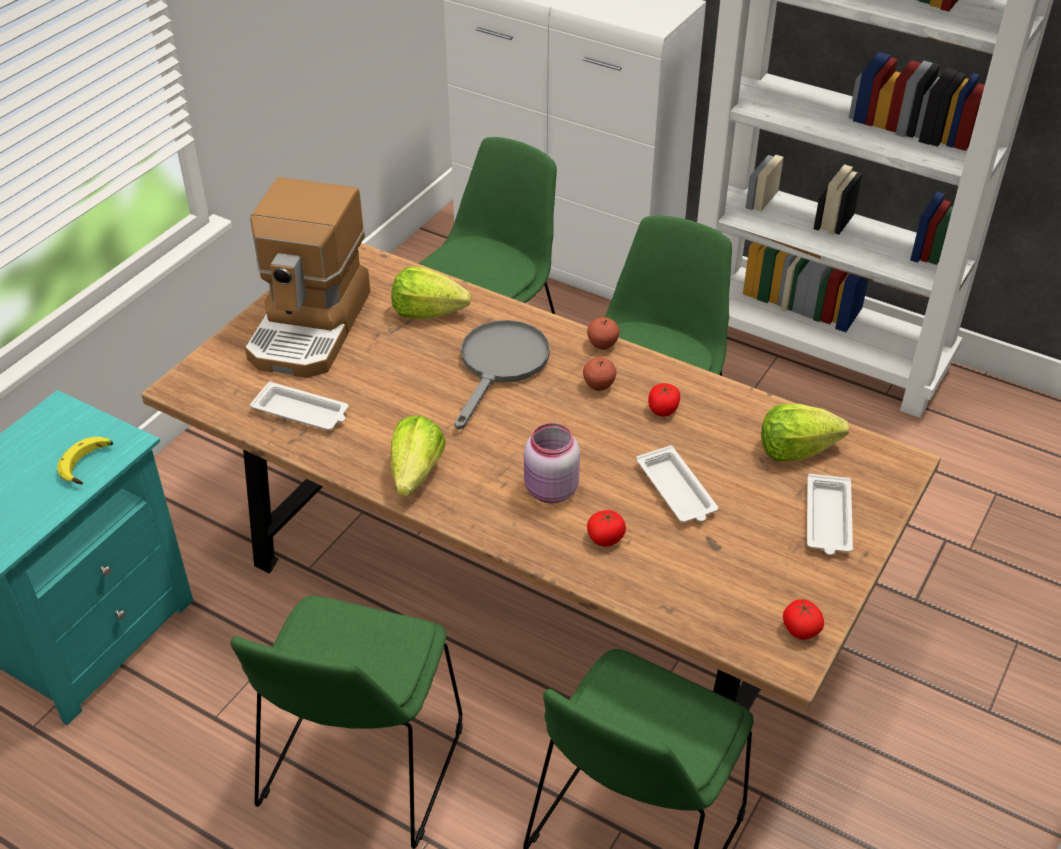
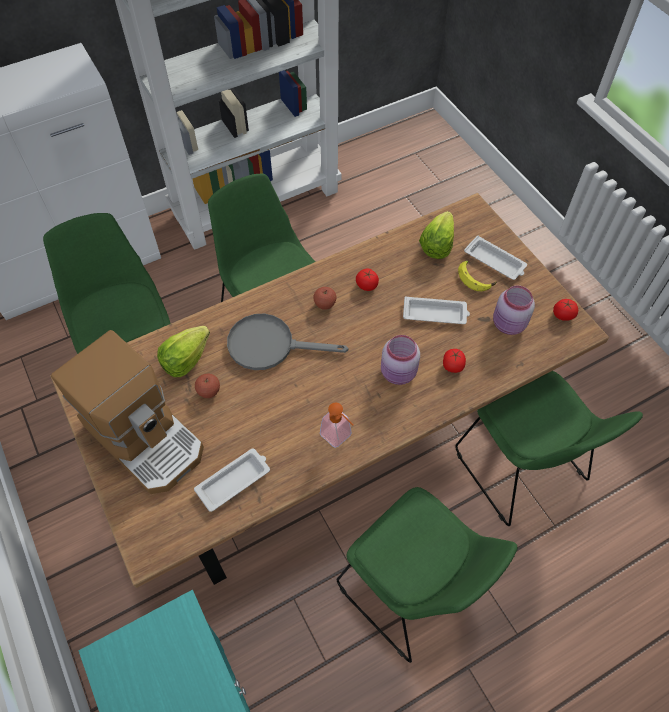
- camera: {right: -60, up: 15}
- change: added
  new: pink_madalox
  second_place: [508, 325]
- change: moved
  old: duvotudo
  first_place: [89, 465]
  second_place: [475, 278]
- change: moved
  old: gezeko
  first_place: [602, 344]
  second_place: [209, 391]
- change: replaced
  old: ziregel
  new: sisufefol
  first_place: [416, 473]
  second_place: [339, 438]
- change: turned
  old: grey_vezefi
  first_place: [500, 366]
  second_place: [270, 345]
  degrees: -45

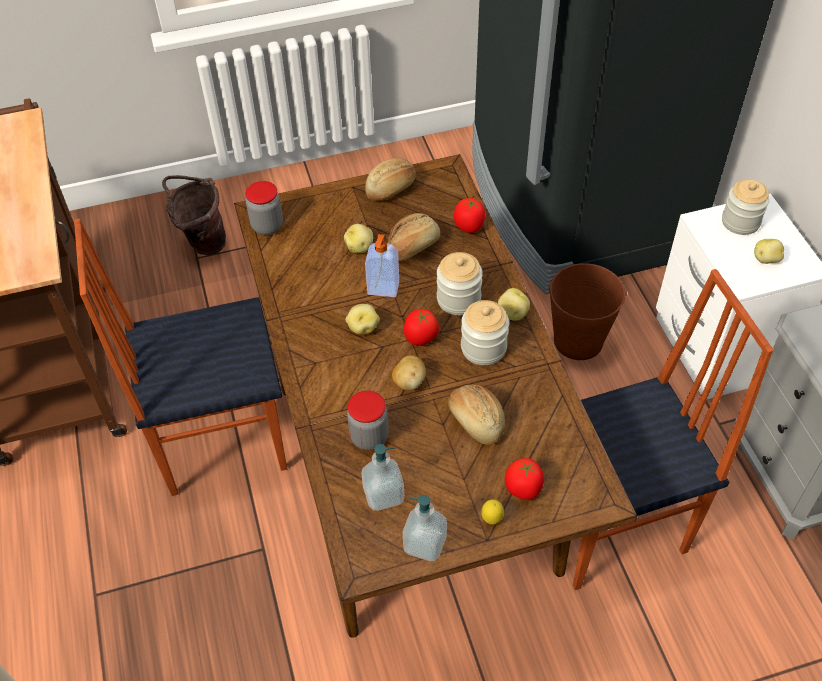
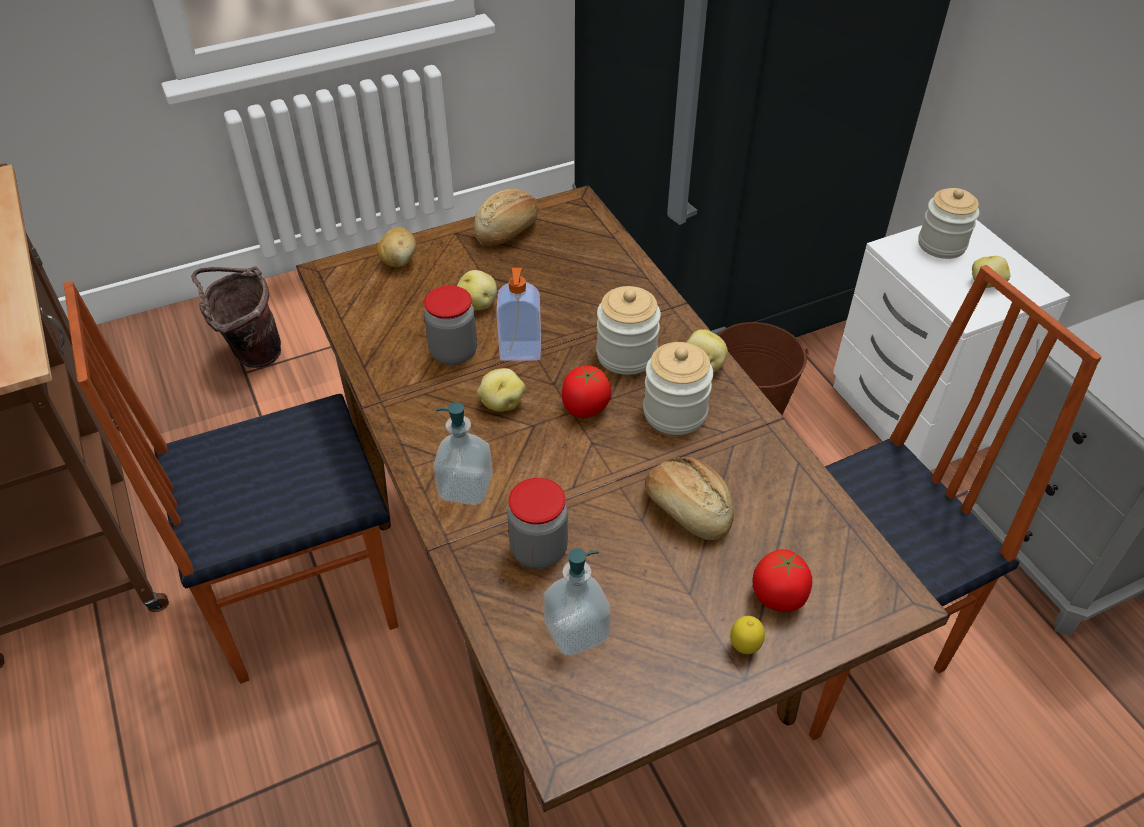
- camera: {right: -10, up: -5}
- change: removed
  old: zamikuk
  first_place: [413, 246]
- change: removed
  old: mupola
  first_place: [469, 226]
- change: moved
  old: madalox
  first_place: [267, 226]
  second_place: [453, 353]
- change: moved
  old: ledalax
  first_place: [409, 381]
  second_place: [398, 261]
- change: moved
  old: sisufefol
  first_place: [425, 544]
  second_place: [465, 487]

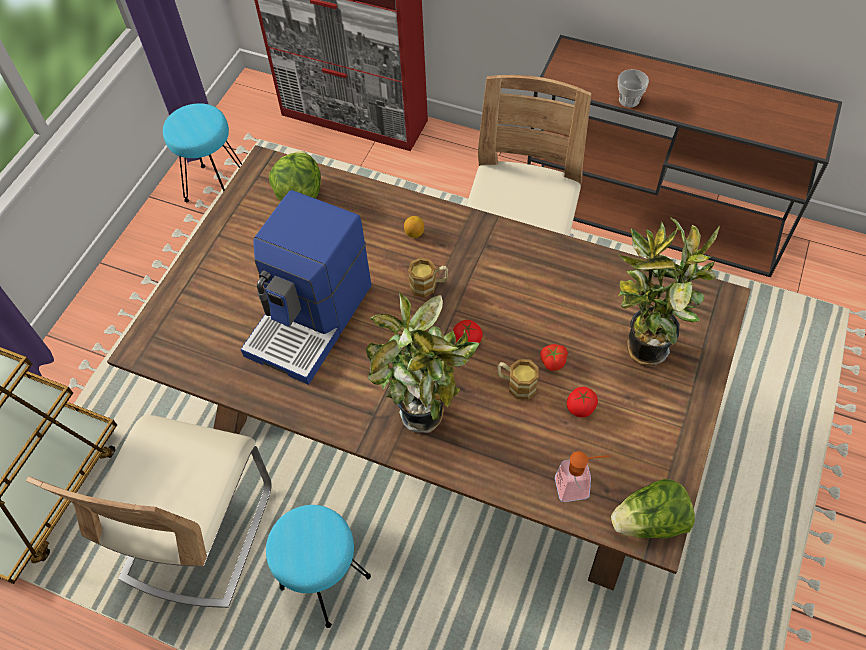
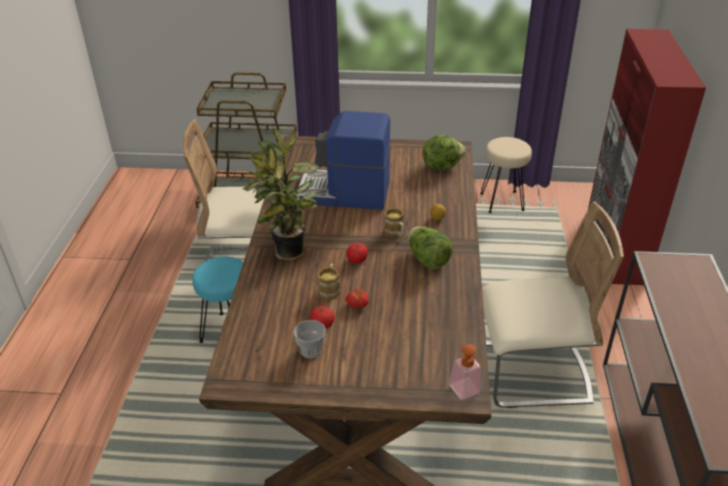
- camera: {right: 70, up: -20}
- change: removed
  old: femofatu
  first_place: [641, 349]
- change: moved
  old: sisufefol
  first_place: [578, 486]
  second_place: [467, 392]
- change: moved
  old: ziregel
  first_place: [649, 522]
  second_place: [427, 259]
- change: moved
  old: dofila
  first_place: [629, 100]
  second_place: [311, 350]
- change: recoloured
  old: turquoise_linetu
  new: beige_linetu
  first_place: [215, 186]
  second_place: [502, 201]

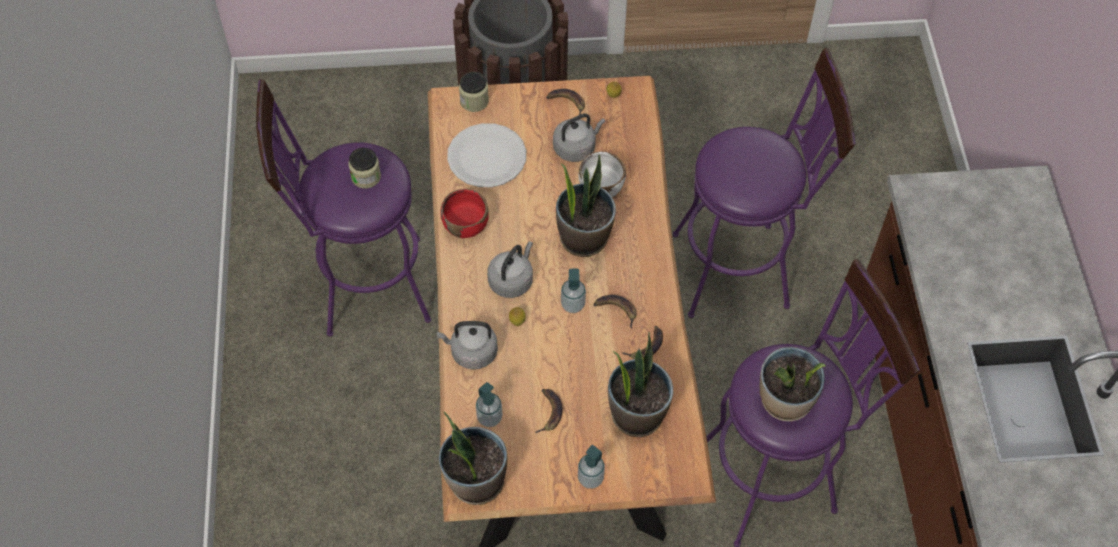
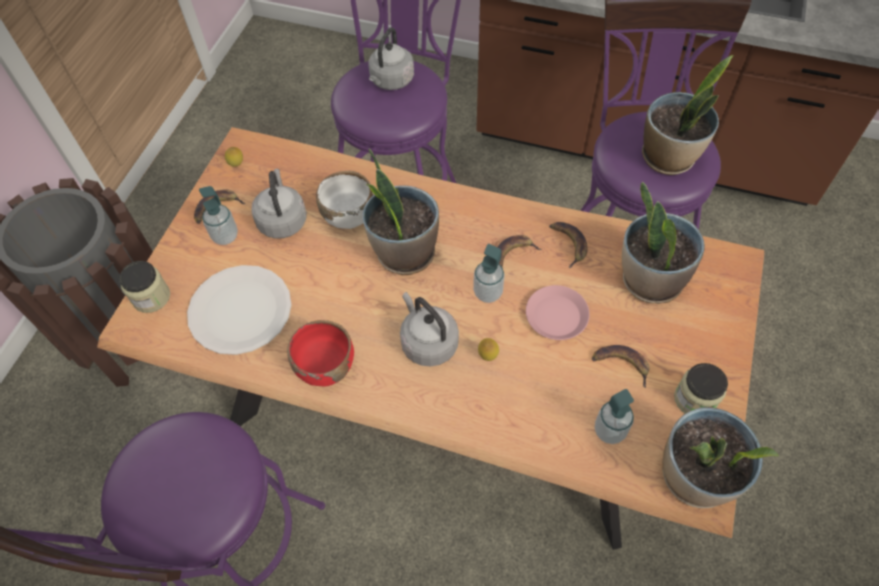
- camera: {right: -65, up: 0}
- change: added
  new: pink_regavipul
  second_place: [556, 316]
- change: moved
  old: madalox
  first_place: [366, 177]
  second_place: [695, 399]
- change: moved
  old: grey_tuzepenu
  first_place: [471, 352]
  second_place: [391, 81]
- change: moved
  old: sisufefol
  first_place: [590, 478]
  second_place: [225, 236]

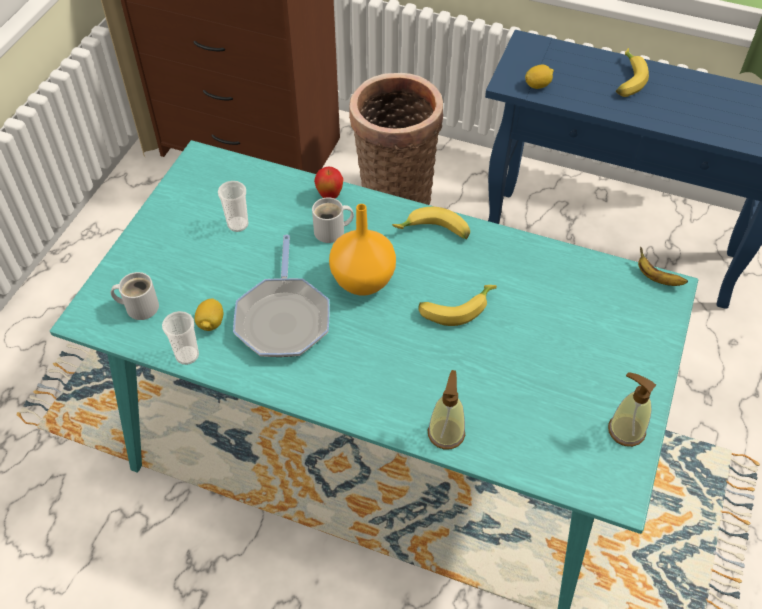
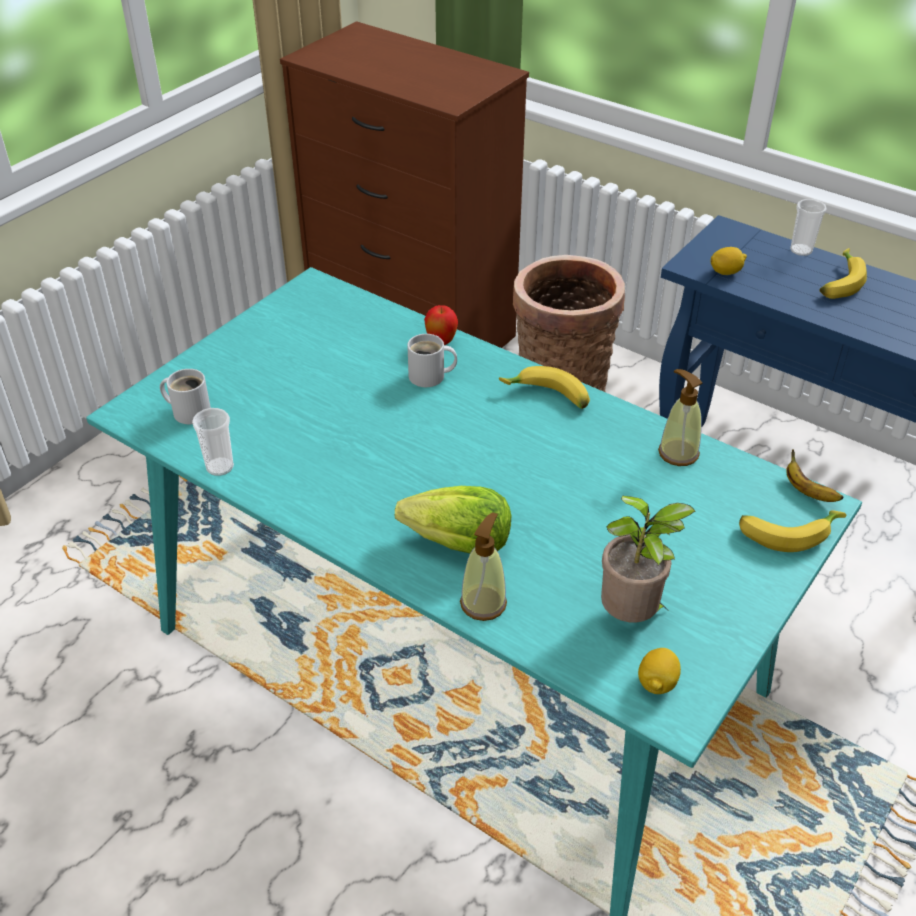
- camera: {right: 15, up: -10}
- change: removed
  old: vezefi
  first_place: [283, 318]
- change: removed
  old: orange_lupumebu
  first_place: [363, 280]
- change: added
  new: ziregel
  second_place: [459, 544]
- change: added
  new: femofatu
  second_place: [632, 616]
- change: moved
  old: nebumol
  first_place: [211, 323]
  second_place: [657, 683]
- change: moved
  old: dofila
  first_place: [238, 224]
  second_place: [801, 250]
- change: moved
  old: duvotudo
  first_place: [455, 308]
  second_place: [787, 532]
- change: moved
  old: sisufefol
  first_place: [626, 430]
  second_place: [678, 453]

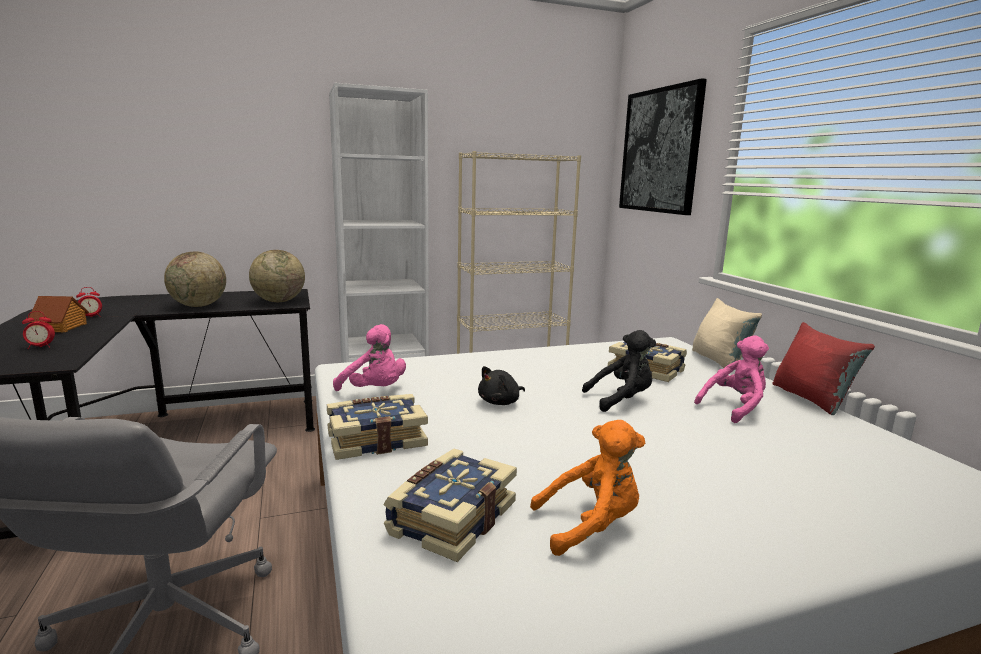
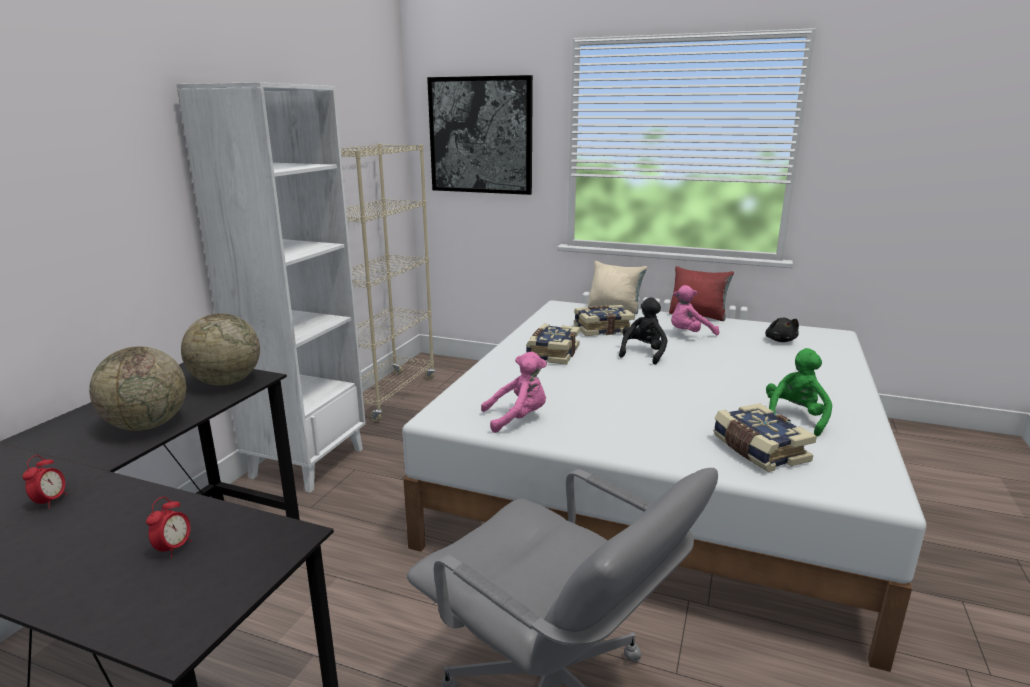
- camera: {right: -50, up: 5}
- change: removed
  old: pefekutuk
  first_place: [61, 327]
- change: moved
  old: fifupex
  first_place: [376, 439]
  second_place: [552, 353]
- change: moved
  old: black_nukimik
  first_place: [501, 402]
  second_place: [780, 340]
- change: recoloured
  old: orange_nukimik
  new: green_nukimik
  first_place: [591, 526]
  second_place: [795, 418]
- change: turned
  old: pink_nukimik
  first_place: [735, 408]
  second_place: [689, 334]
  degrees: -120

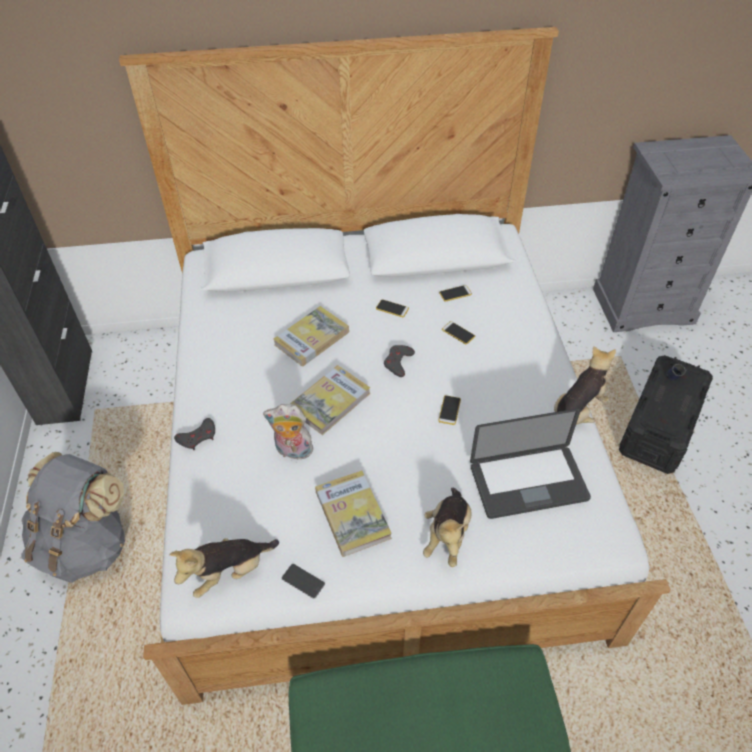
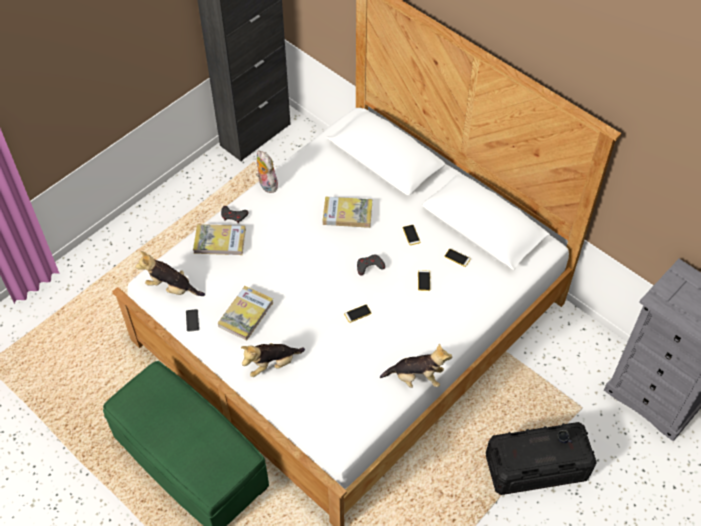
- camera: {right: 50, up: 5}
- change: removed
  old: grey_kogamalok
  first_place: [86, 544]
- change: removed
  old: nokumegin
  first_place: [528, 483]
- change: moved
  old: nukimik
  first_place: [292, 451]
  second_place: [266, 185]
- change: moved
  old: fifupex
  first_place: [330, 402]
  second_place: [220, 241]

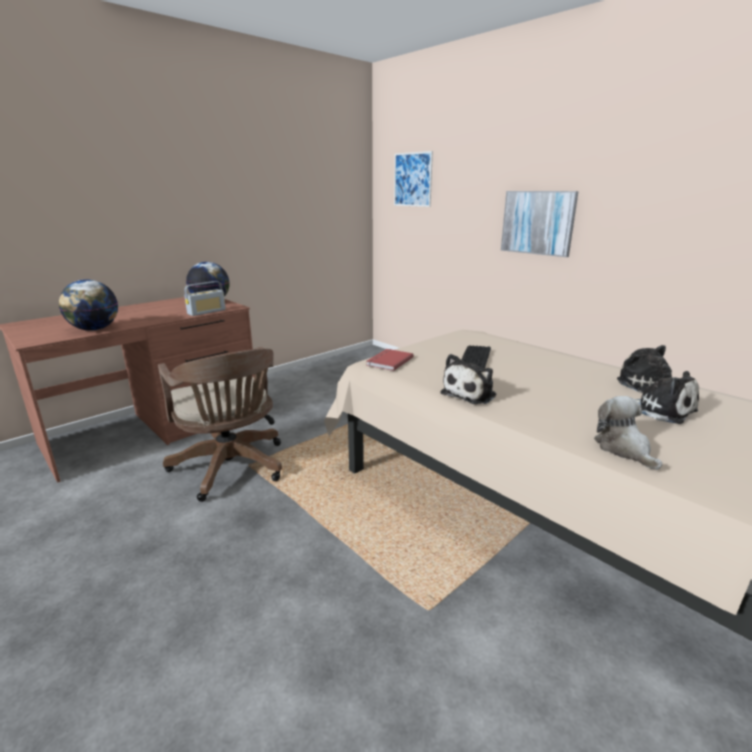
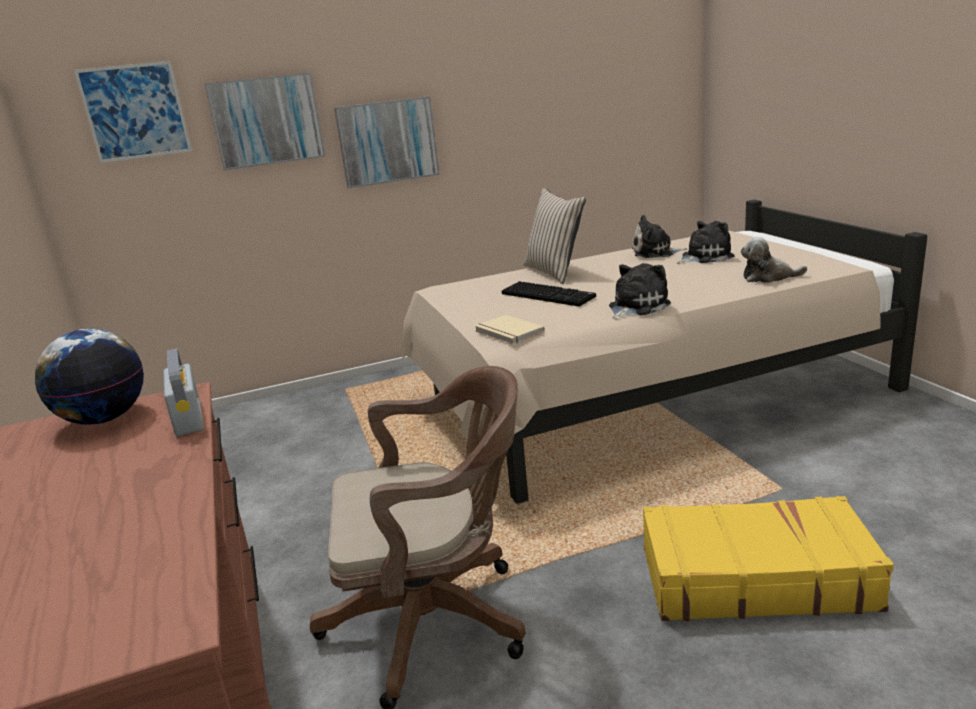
- camera: {right: -65, up: 0}
- change: removed
  old: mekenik
  first_place: [94, 329]
- change: added
  new: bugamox
  second_place: [266, 121]
- change: added
  new: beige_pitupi
  second_place: [555, 272]
- change: added
  new: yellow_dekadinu
  second_place: [754, 577]
- change: recoloured
  old: red_fifupex
  new: beige_fifupex
  first_place: [388, 361]
  second_place: [508, 332]
- change: turned
  old: nukimik
  first_place: [471, 394]
  second_place: [636, 307]
  degrees: -105

